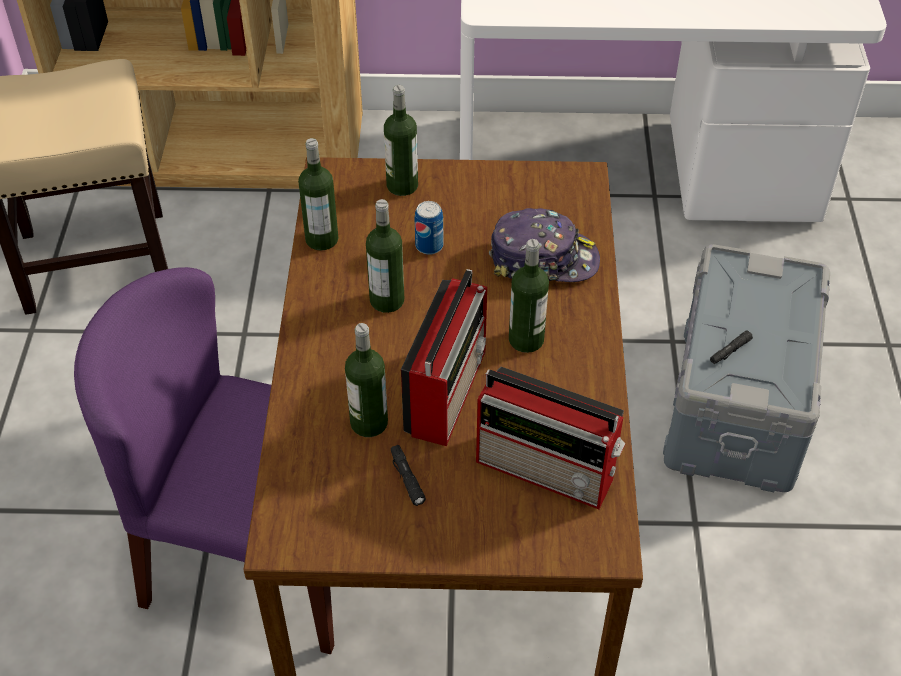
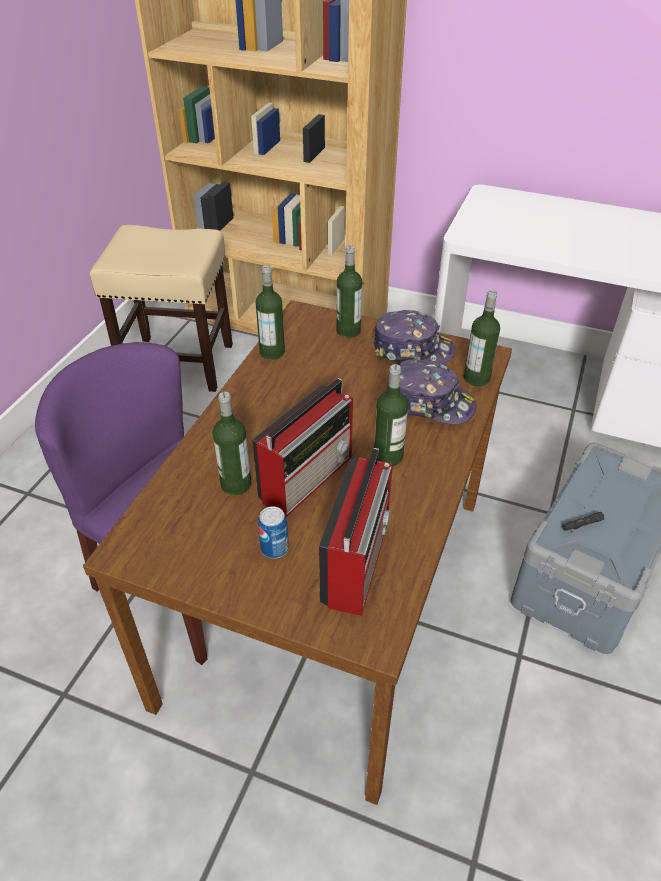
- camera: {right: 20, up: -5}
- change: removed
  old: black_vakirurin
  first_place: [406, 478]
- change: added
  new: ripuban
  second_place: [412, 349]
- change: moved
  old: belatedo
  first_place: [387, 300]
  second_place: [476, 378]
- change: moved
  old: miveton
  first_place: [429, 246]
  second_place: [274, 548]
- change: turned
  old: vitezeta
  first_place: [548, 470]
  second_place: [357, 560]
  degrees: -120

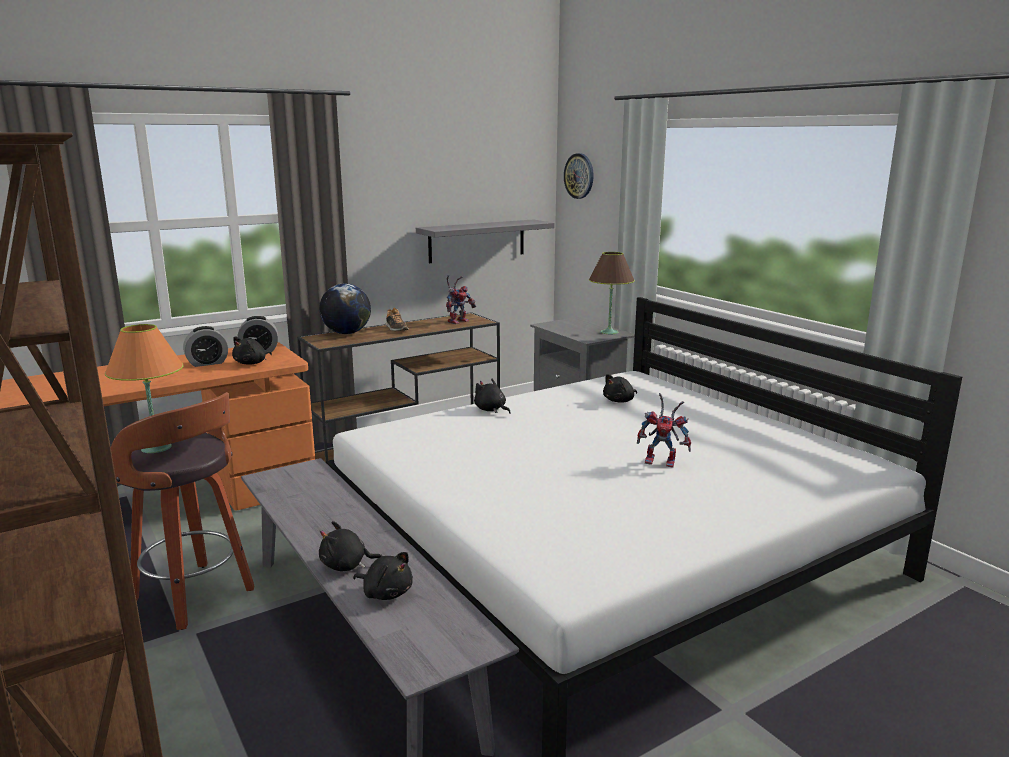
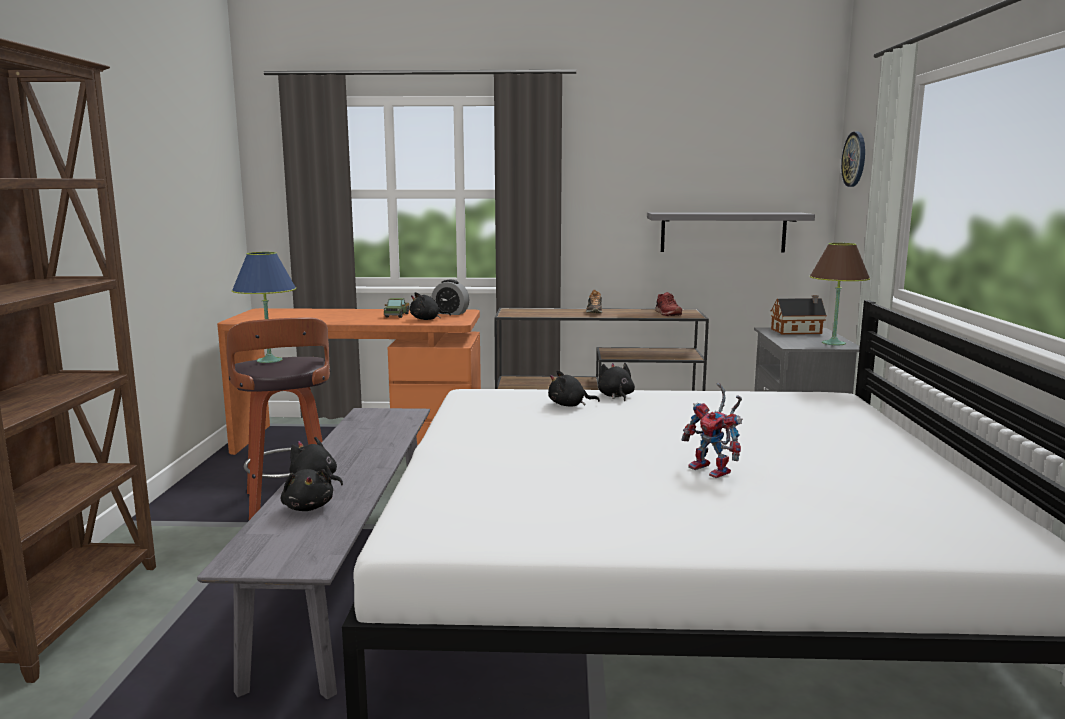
- camera: {right: 35, up: -5}
- change: removed
  old: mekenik
  first_place: [346, 333]
- change: added
  new: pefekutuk
  second_place: [798, 331]
- change: moved
  old: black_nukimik
  first_place: [620, 401]
  second_place: [569, 405]
- change: replaced
  old: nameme
  new: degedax
  first_place: [207, 363]
  second_place: [397, 315]
- change: replaced
  old: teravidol
  new: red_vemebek
  first_place: [458, 321]
  second_place: [667, 313]
- change: recoloured
  old: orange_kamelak
  new: blue_kamelak
  first_place: [156, 448]
  second_place: [269, 360]

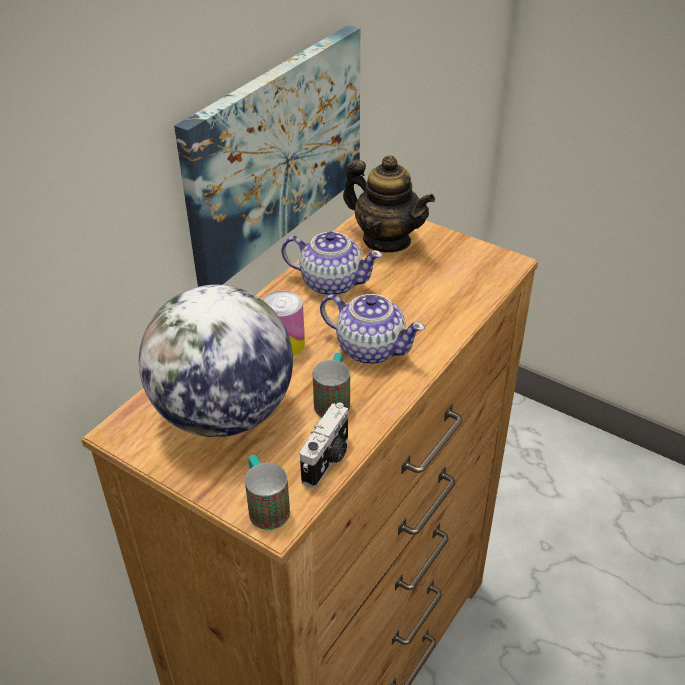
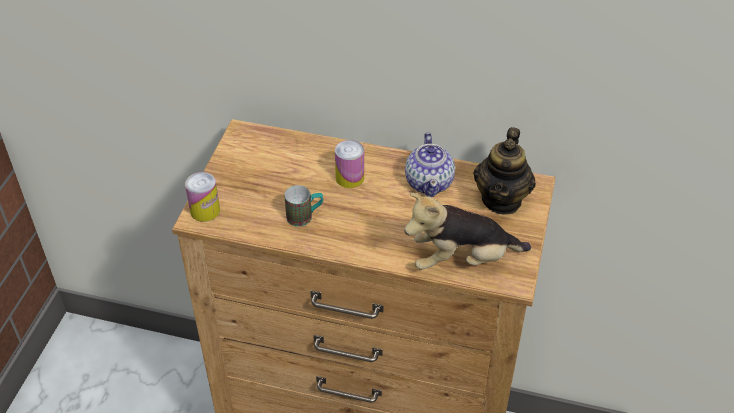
- camera: {right: 70, up: 5}
- change: removed
  old: mekenik
  first_place: [224, 414]
- change: removed
  old: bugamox
  first_place: [274, 153]
- change: removed
  old: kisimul
  first_place: [327, 460]
- change: removed
  old: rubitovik
  first_place: [370, 348]
- change: added
  new: nukimik
  second_place: [462, 260]
- change: replaced
  old: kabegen
  new: miveton
  first_place: [265, 506]
  second_place: [205, 210]

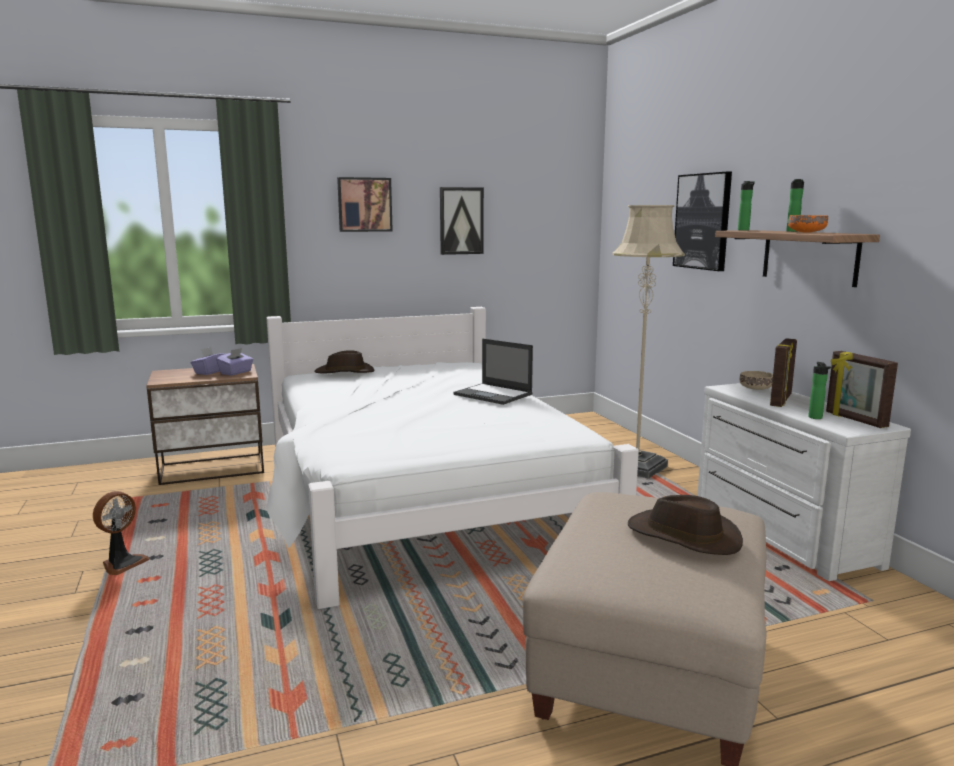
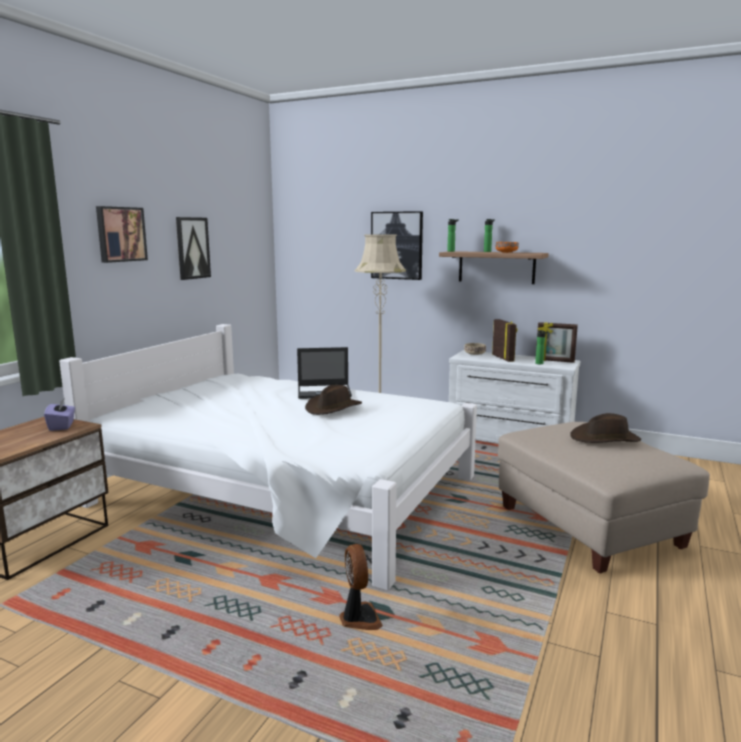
- camera: {right: -45, up: 0}
- change: removed
  old: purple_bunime
  first_place: [210, 372]
- change: moved
  old: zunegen
  first_place: [122, 564]
  second_place: [359, 618]
- change: moved
  old: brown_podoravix
  first_place: [345, 372]
  second_place: [333, 408]

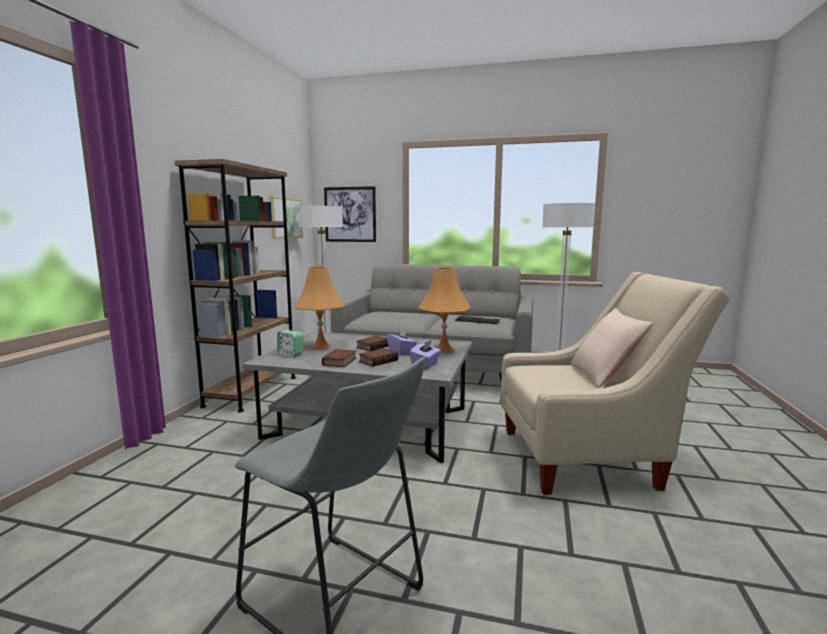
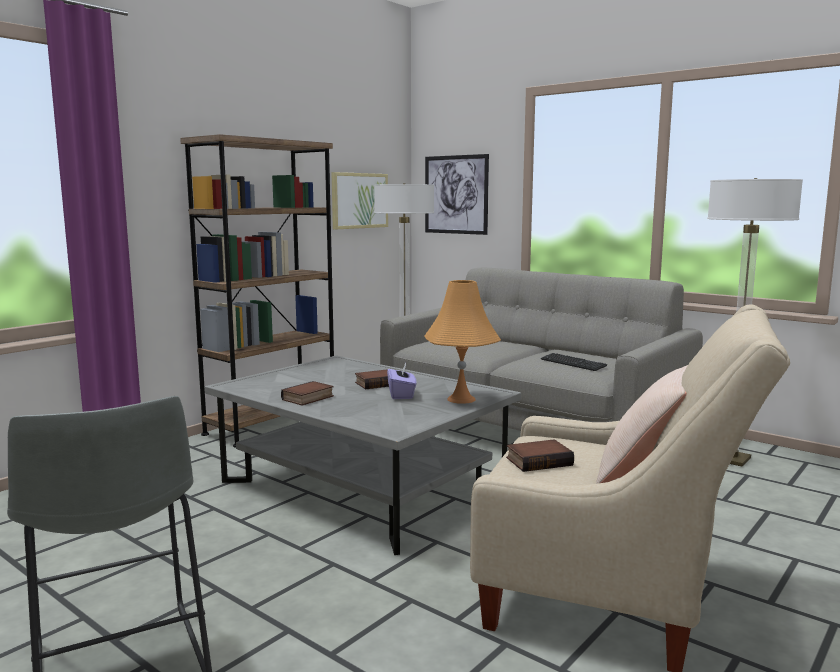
- camera: {right: 25, up: 0}
- change: removed
  old: nameme
  first_place: [290, 354]
- change: removed
  old: orange_kamelak
  first_place: [321, 346]
- change: removed
  old: purple_bunime
  first_place: [425, 365]
- change: moved
  old: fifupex
  first_place: [378, 360]
  second_place: [539, 461]

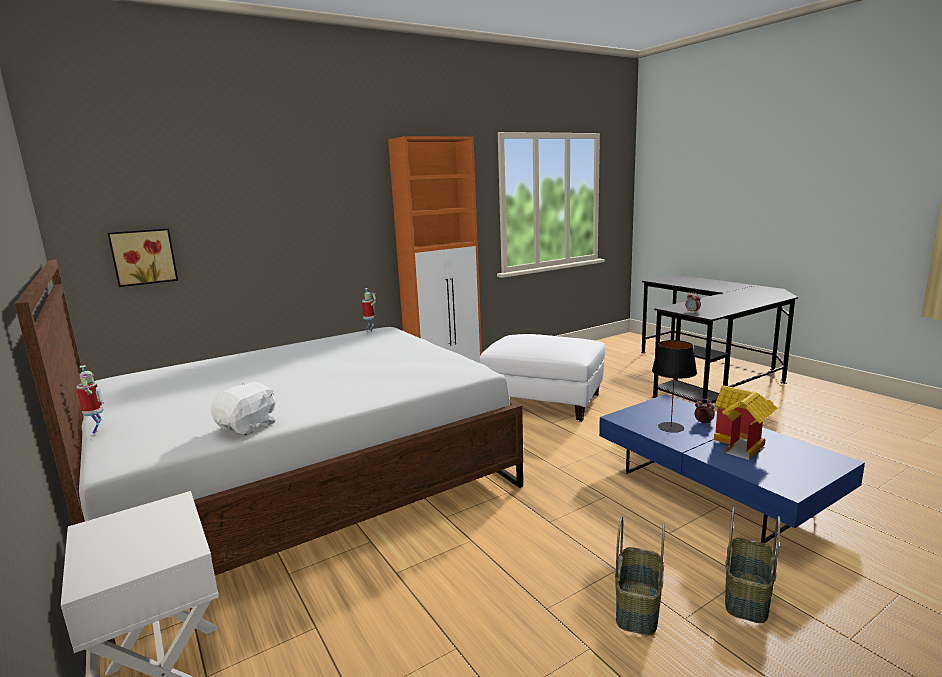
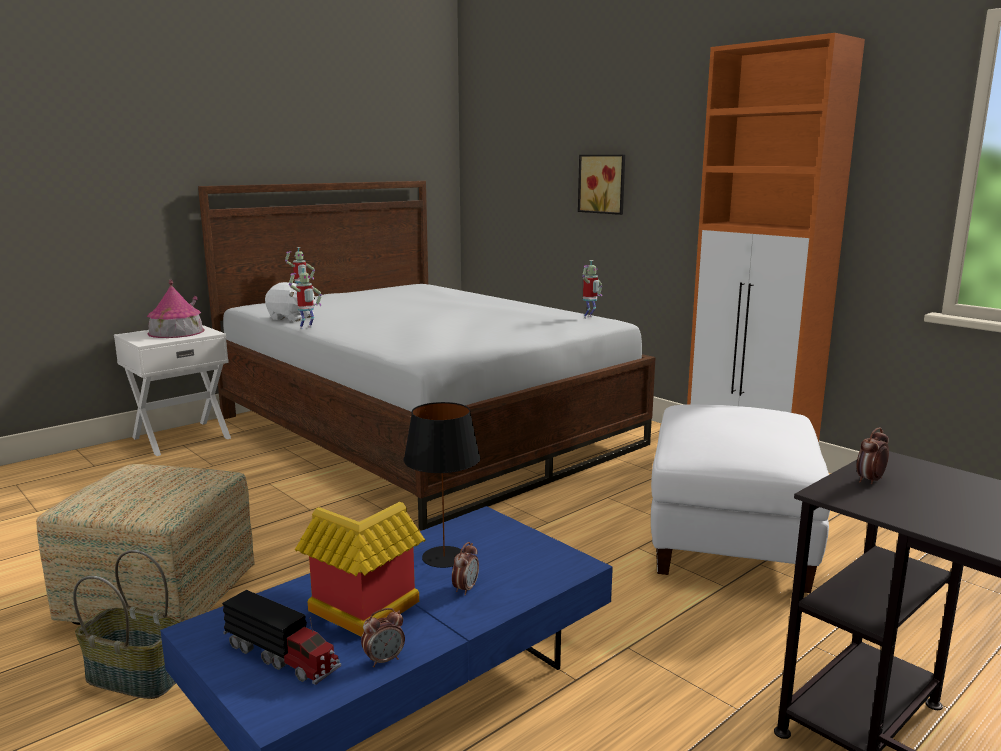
- camera: {right: 80, up: 0}
- change: added
  new: pefekutuk
  second_place: [176, 332]
- change: added
  new: degedax
  second_place: [282, 656]
- change: added
  new: teravidol
  second_place: [307, 328]
- change: added
  new: nameme
  second_place: [384, 660]
- change: moved
  old: bugamox
  first_place: [143, 257]
  second_place: [603, 184]
- change: replaced
  old: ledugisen
  new: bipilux
  first_place: [639, 608]
  second_place: [158, 599]

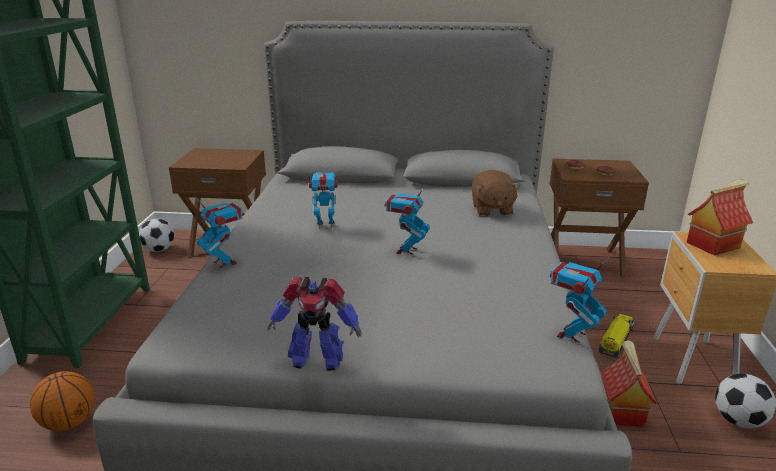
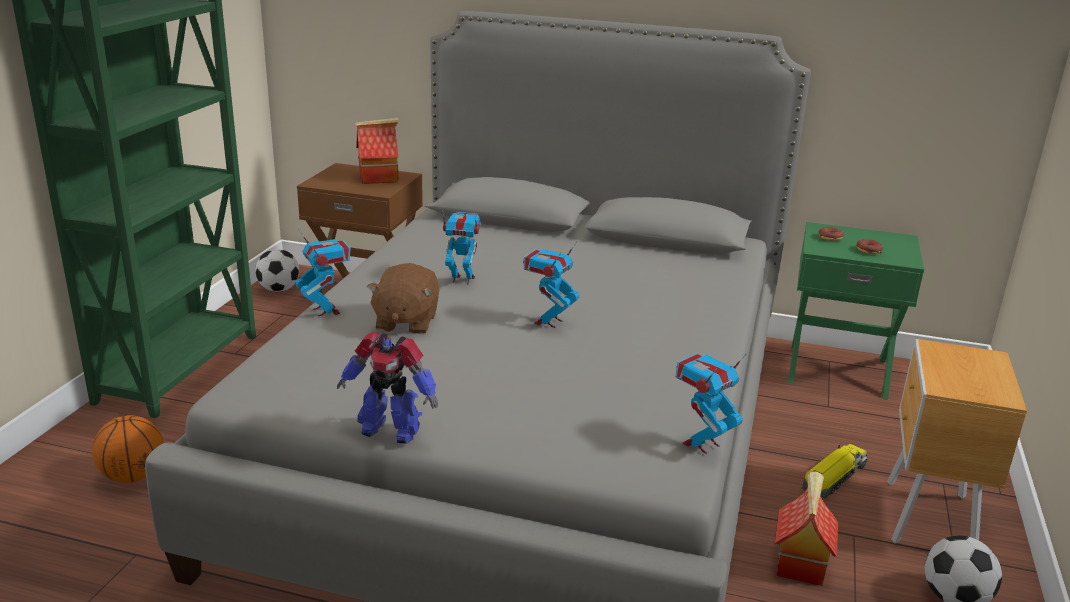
- camera: {right: 10, up: 0}
- change: moved
  old: brown_nukimik
  first_place: [491, 210]
  second_place: [405, 322]
- change: moved
  old: pefekutuk
  first_place: [713, 244]
  second_place: [379, 178]
- change: recoloured
  old: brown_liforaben
  new: green_liforaben
  first_place: [583, 261]
  second_place: [837, 369]

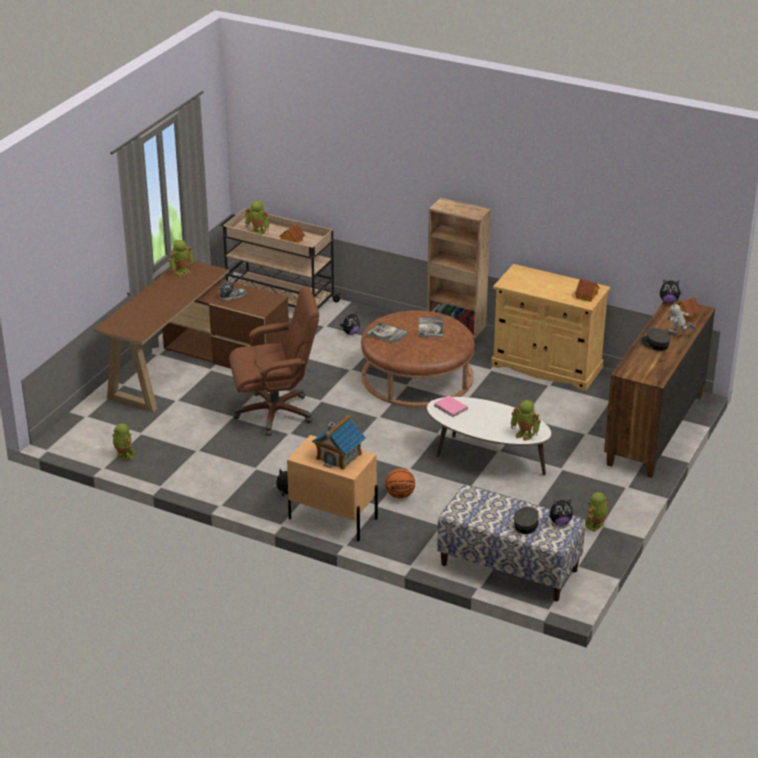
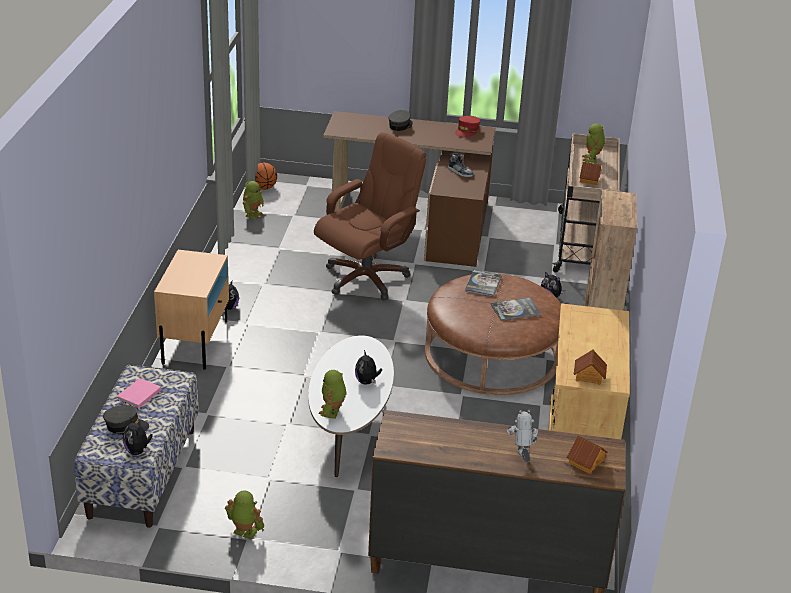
- camera: {right: 70, up: 0}
- change: removed
  old: pefekutuk
  first_place: [339, 456]
- change: moved
  old: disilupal
  first_place: [400, 495]
  second_place: [263, 188]
- change: moved
  old: pink_fifupex
  first_place: [451, 408]
  second_place: [138, 395]
- change: moved
  old: grey_ripuban
  first_place: [655, 344]
  second_place: [400, 125]
- change: moved
  old: nukimik
  first_place: [668, 301]
  second_place: [367, 381]
- change: replaced
  old: teravidol
  new: red_ripuban
  first_place: [182, 272]
  second_place: [467, 131]
- change: turned
  old: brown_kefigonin
  first_place: [275, 413]
  second_place: [366, 278]
  degrees: -105

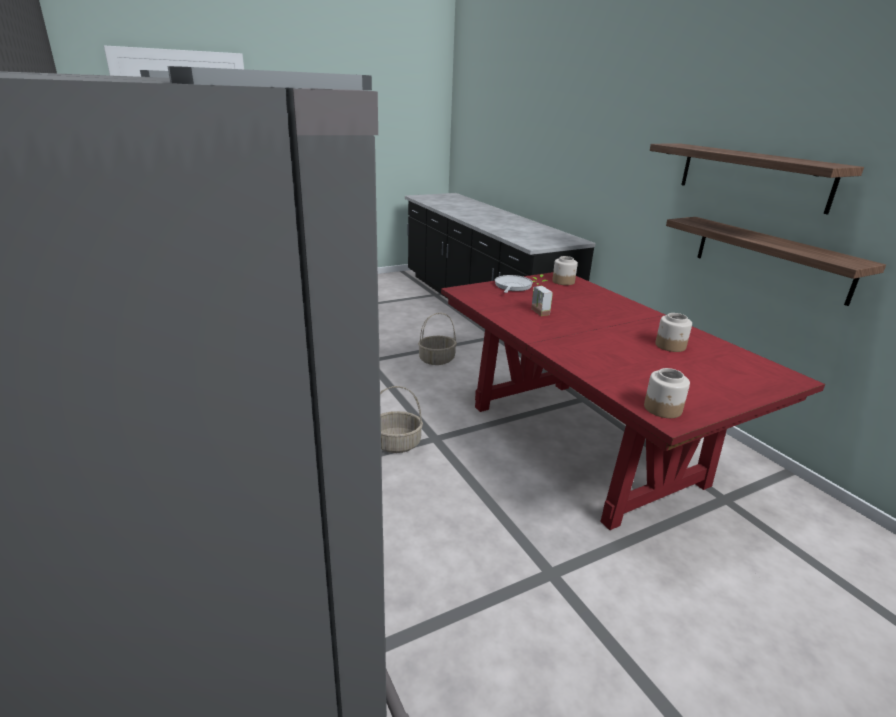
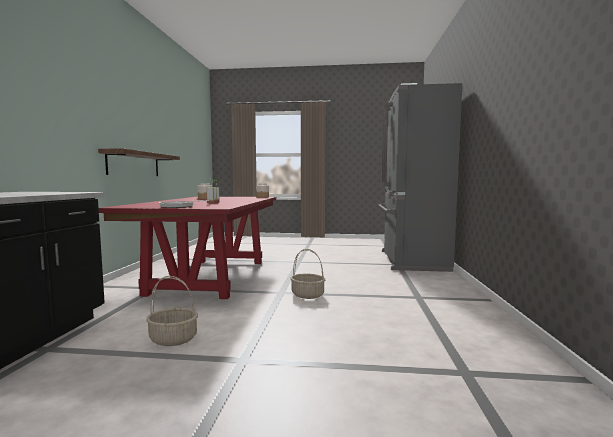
- camera: {right: -145, up: -20}
- change: removed
  old: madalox
  first_place: [563, 281]
- change: removed
  old: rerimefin
  first_place: [752, 176]

